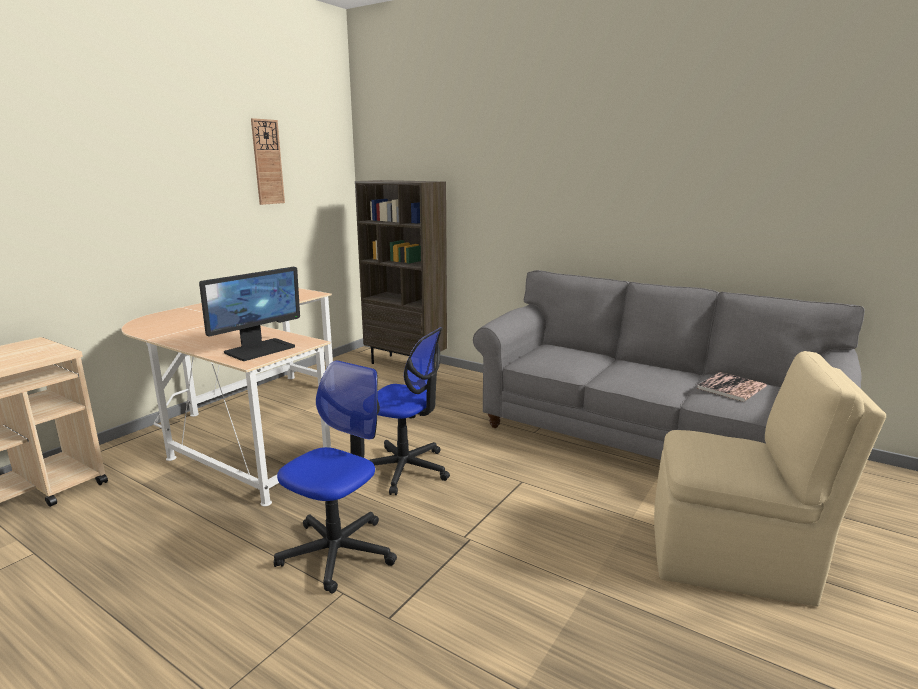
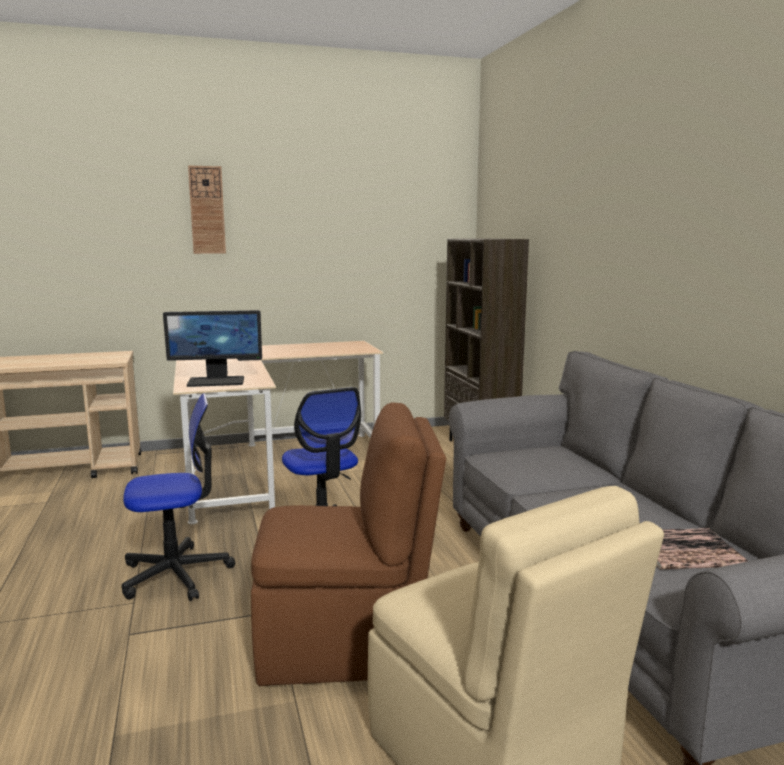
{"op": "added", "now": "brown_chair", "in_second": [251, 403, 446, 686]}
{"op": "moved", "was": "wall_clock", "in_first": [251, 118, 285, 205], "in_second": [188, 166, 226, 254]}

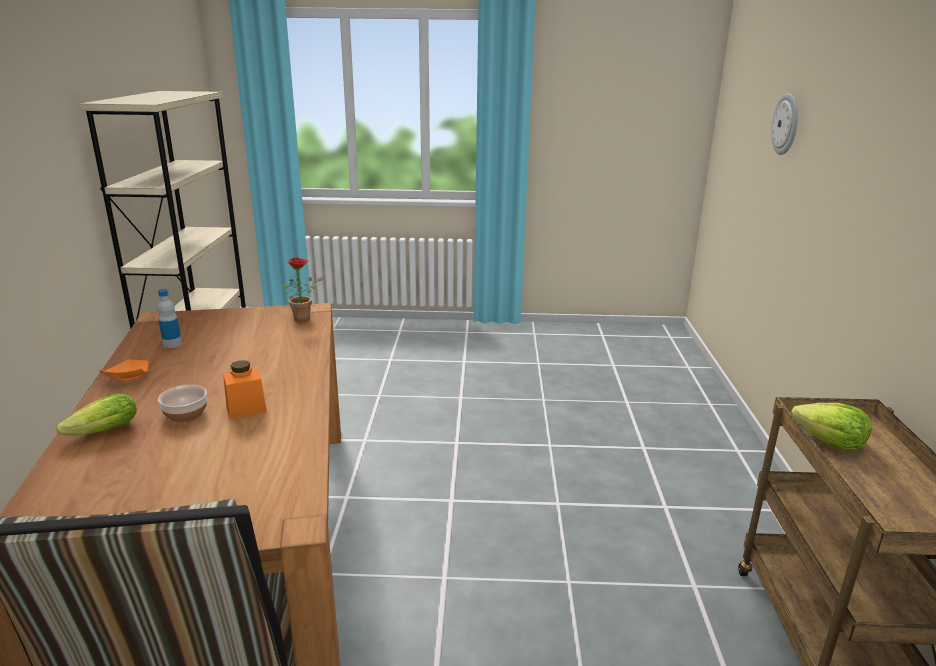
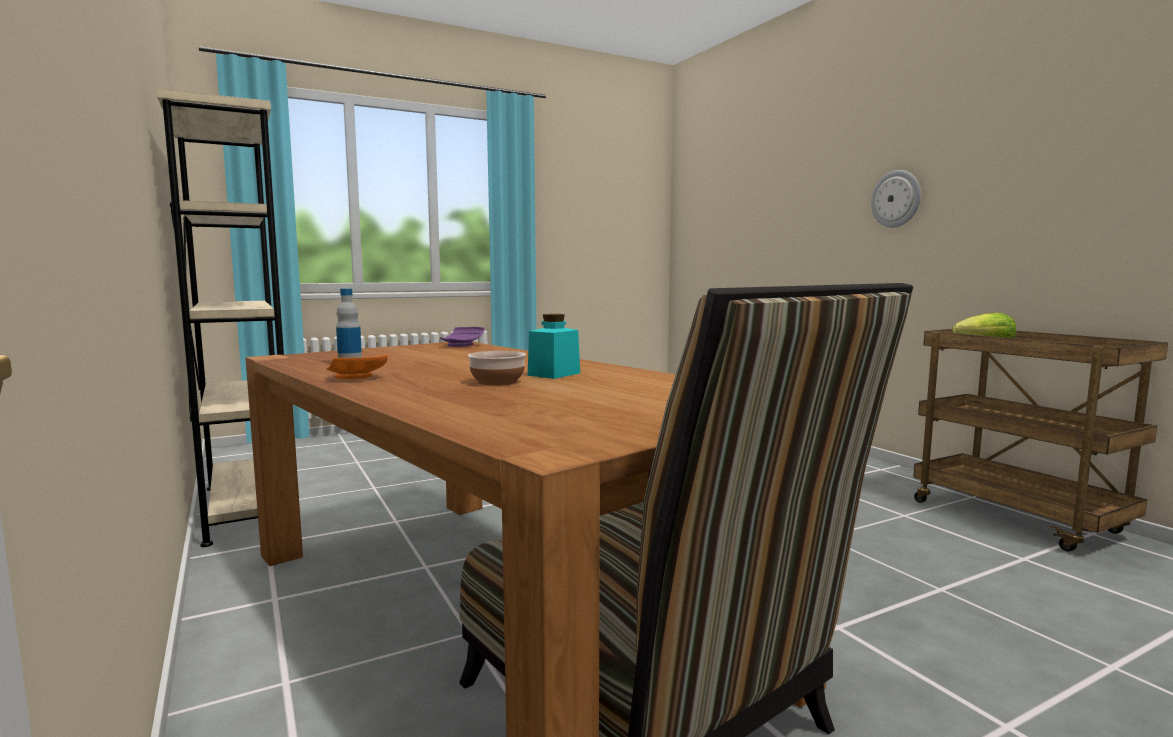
{"op": "removed", "was": "lettuce", "in_first": [56, 394, 137, 435]}
{"op": "moved", "was": "wall_clock", "in_first": [771, 93, 798, 155], "in_second": [871, 170, 921, 227]}
{"op": "replaced", "was": "potted_plant", "now": "purple_plate", "in_first": [283, 257, 325, 321], "in_second": [440, 327, 485, 347]}
{"op": "recoloured", "was": "orange_jar", "now": "turquoise_jar", "in_first": [223, 360, 267, 419], "in_second": [528, 314, 580, 379]}

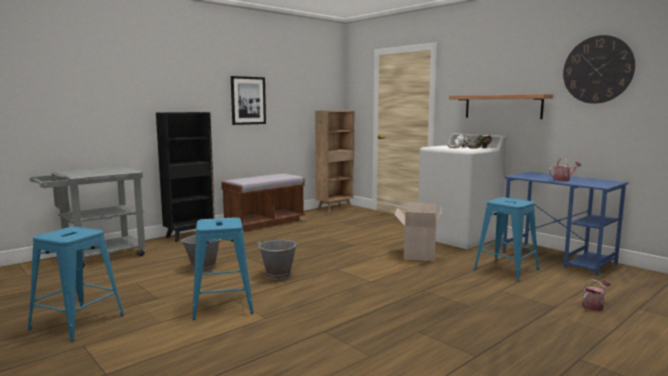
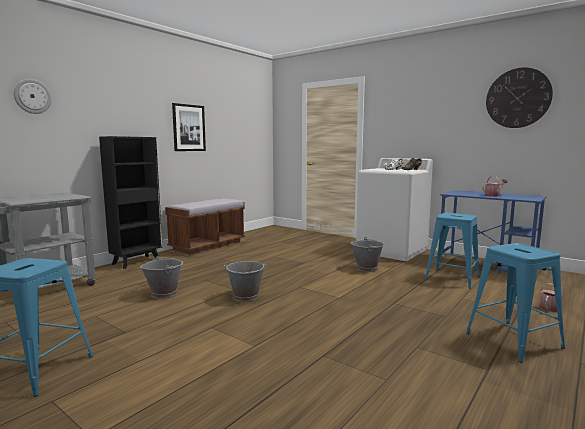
{"op": "removed", "was": "brown_bookcase", "in_first": [315, 110, 354, 212]}
{"op": "removed", "was": "shelf", "in_first": [449, 94, 553, 119]}
{"op": "added", "now": "wall_clock", "in_second": [14, 79, 52, 114]}
{"op": "moved", "was": "blue_stool", "in_first": [192, 217, 254, 320], "in_second": [466, 243, 565, 363]}
{"op": "replaced", "was": "cardboard_box", "now": "grey_bucket", "in_first": [395, 202, 442, 261], "in_second": [350, 237, 385, 272]}

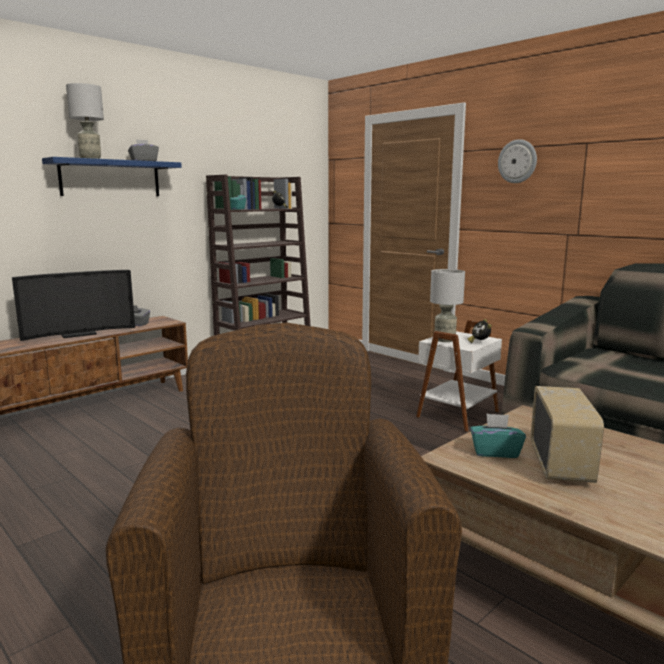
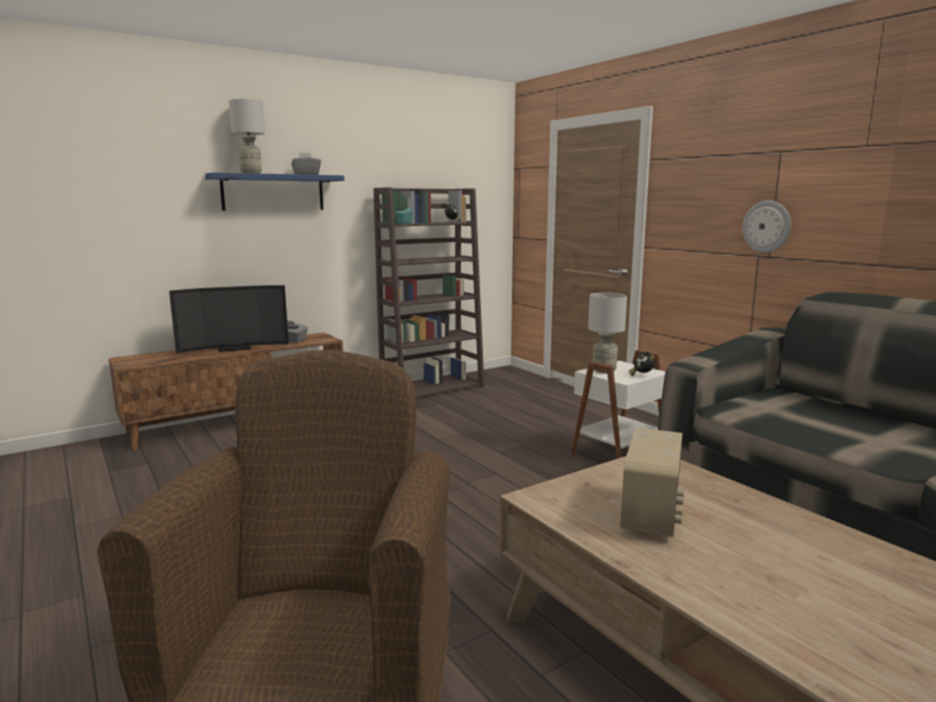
{"op": "removed", "was": "turquoise_tissue_box", "in_first": [470, 413, 526, 458]}
{"op": "moved", "was": "wall_clock", "in_first": [498, 139, 537, 183], "in_second": [742, 200, 791, 253]}

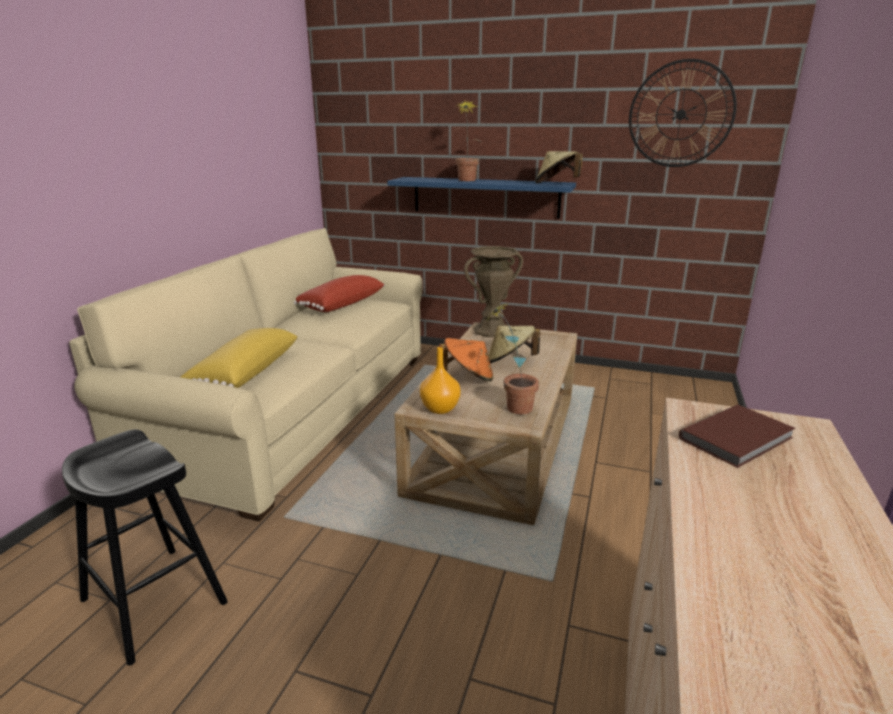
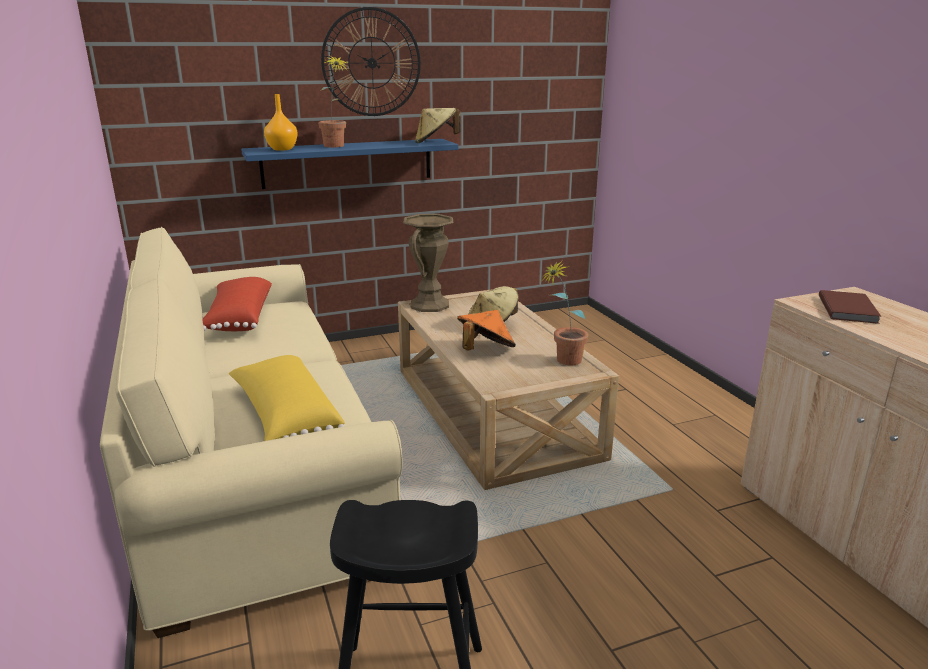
{"op": "moved", "was": "orange_vase", "in_first": [420, 347, 461, 414], "in_second": [264, 94, 298, 151]}
{"op": "moved", "was": "wall_clock", "in_first": [629, 59, 737, 167], "in_second": [321, 7, 421, 116]}

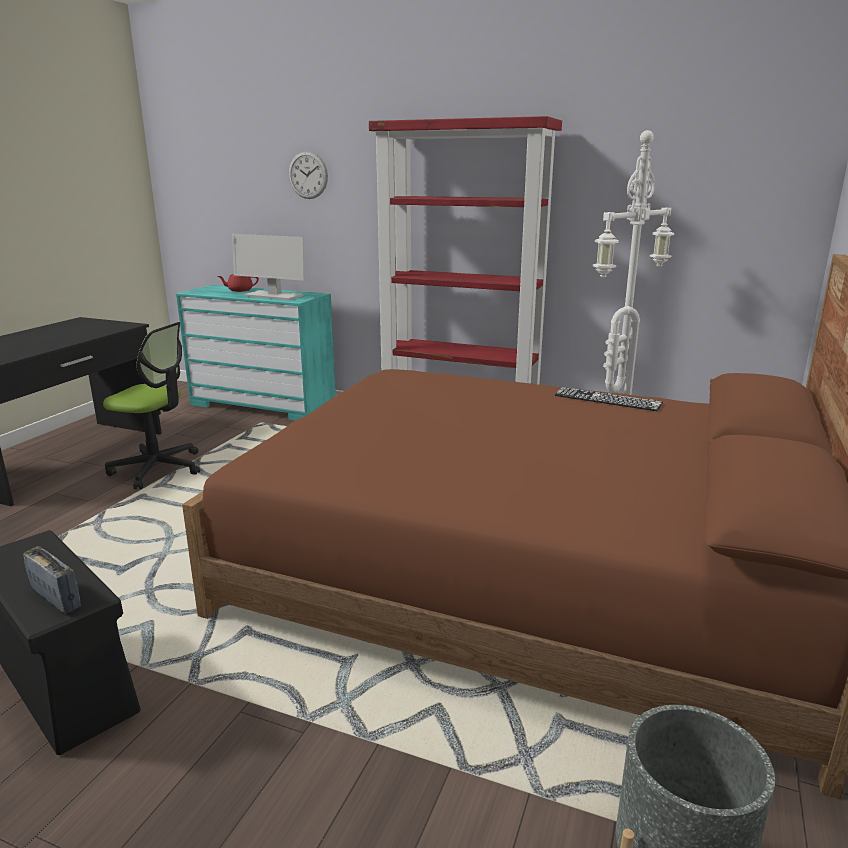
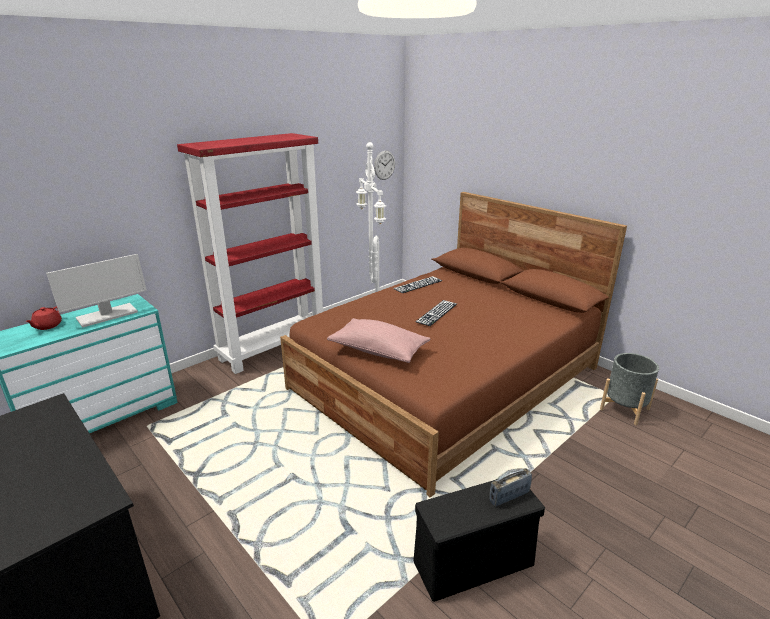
{"op": "removed", "was": "office_chair", "in_first": [103, 322, 200, 489]}
{"op": "added", "now": "pink_pillow", "in_second": [327, 318, 431, 363]}
{"op": "added", "now": "keyboard", "in_second": [415, 300, 457, 326]}
{"op": "moved", "was": "wall_clock", "in_first": [289, 151, 328, 199], "in_second": [374, 151, 395, 180]}

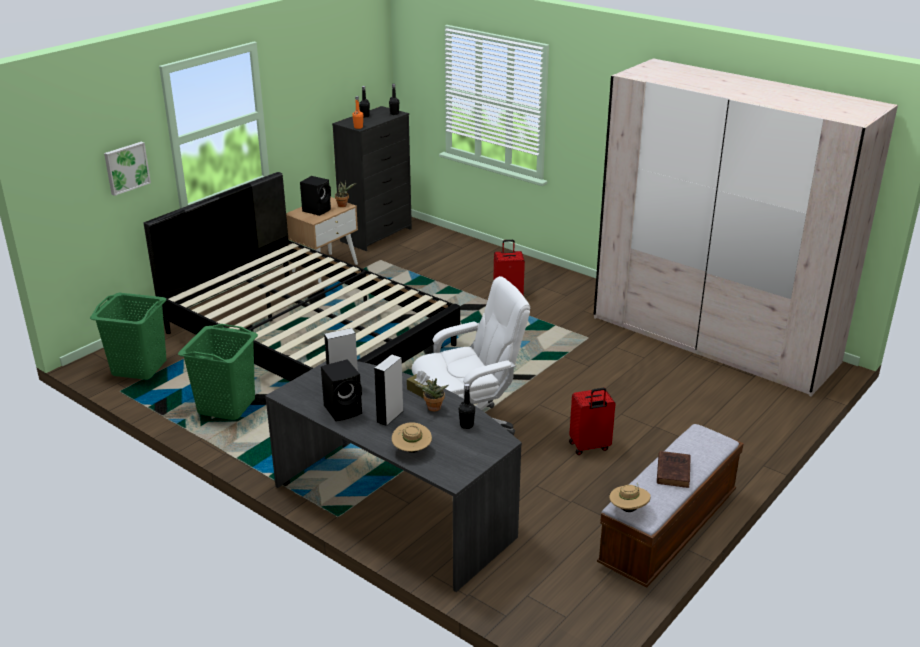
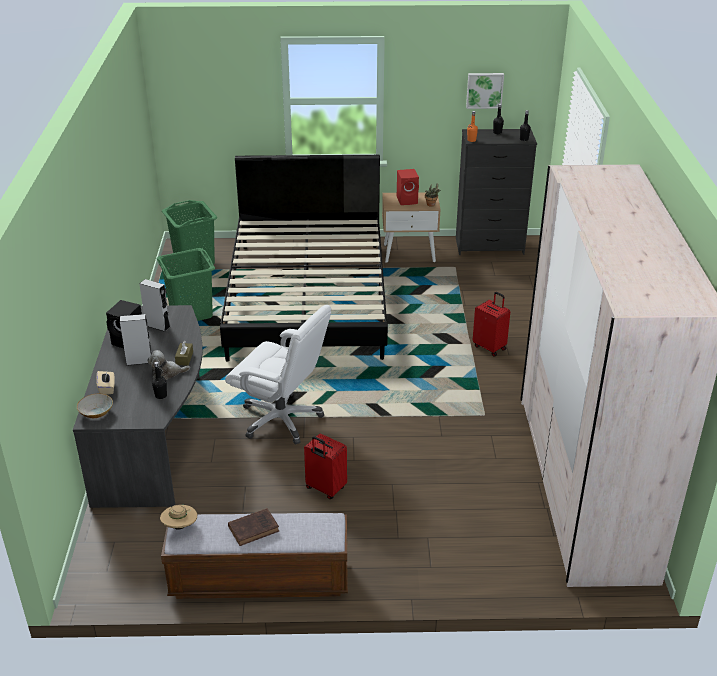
{"op": "added", "now": "bowl", "in_second": [77, 394, 113, 418]}
{"op": "moved", "was": "picture", "in_first": [104, 142, 151, 196], "in_second": [466, 73, 504, 109]}
{"op": "replaced", "was": "beige_hat", "now": "beige_tissue_box", "in_first": [392, 422, 432, 453], "in_second": [96, 371, 115, 395]}
{"op": "replaced", "was": "potted_plant", "now": "plush_toy", "in_first": [415, 378, 449, 412], "in_second": [147, 350, 190, 380]}
{"op": "recoloured", "was": "black_speaker", "now": "red_speaker", "in_first": [300, 176, 331, 216], "in_second": [397, 169, 419, 205]}

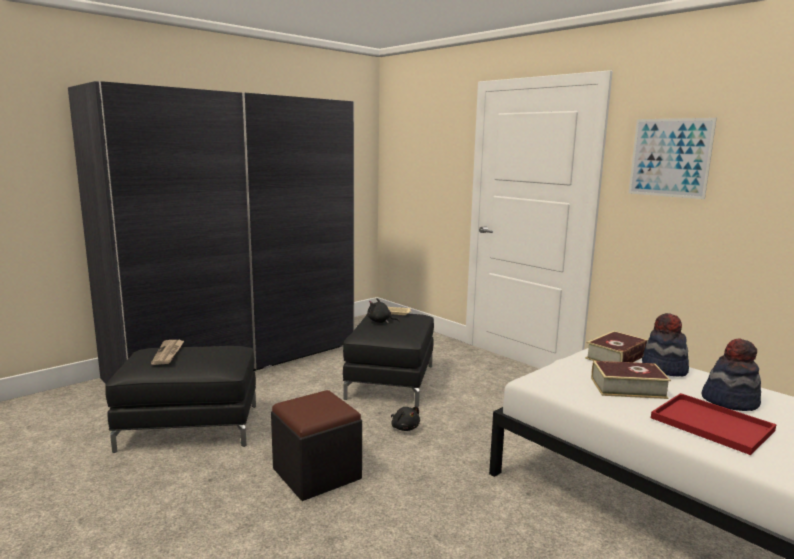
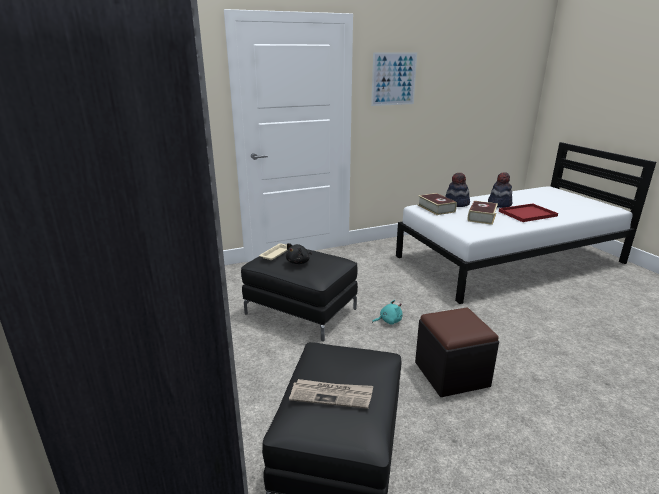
{"op": "recoloured", "was": "black_plush_toy", "now": "turquoise_plush_toy", "in_first": [391, 407, 420, 431], "in_second": [372, 300, 403, 325]}

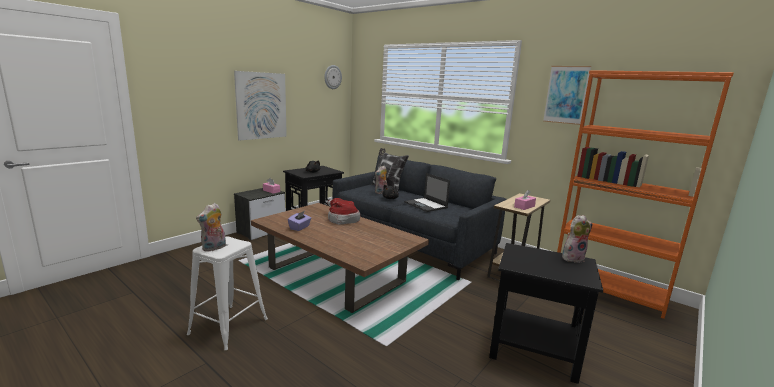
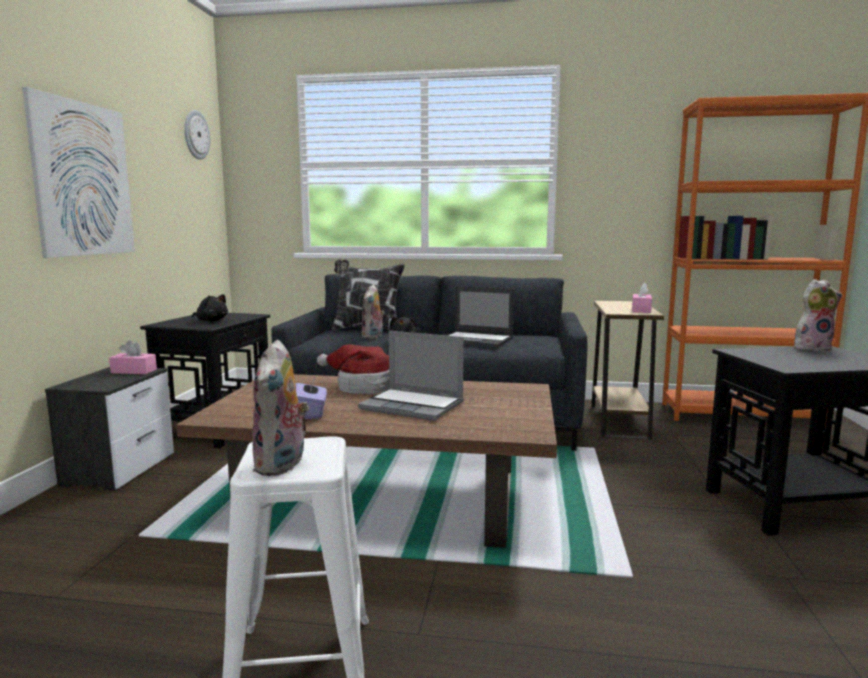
{"op": "removed", "was": "picture", "in_first": [543, 66, 591, 125]}
{"op": "added", "now": "laptop", "in_second": [358, 331, 464, 421]}
{"op": "turned", "was": "plush_toy", "in_first": [562, 215, 593, 263], "in_second": [794, 279, 842, 351], "clockwise": 45}

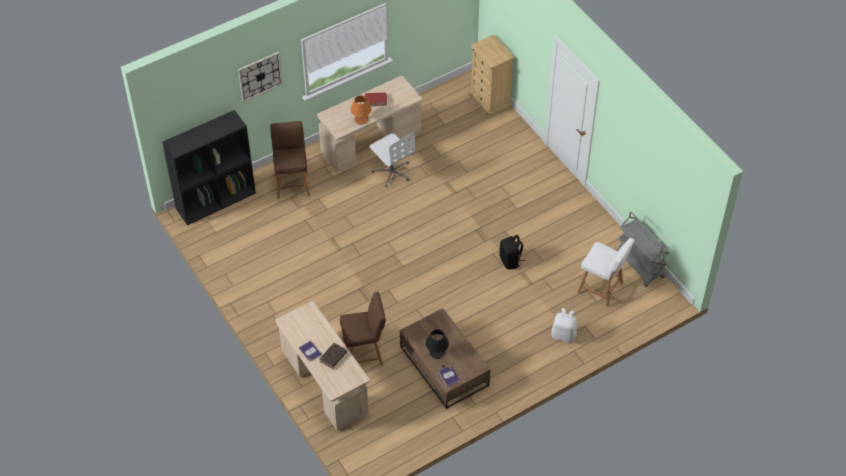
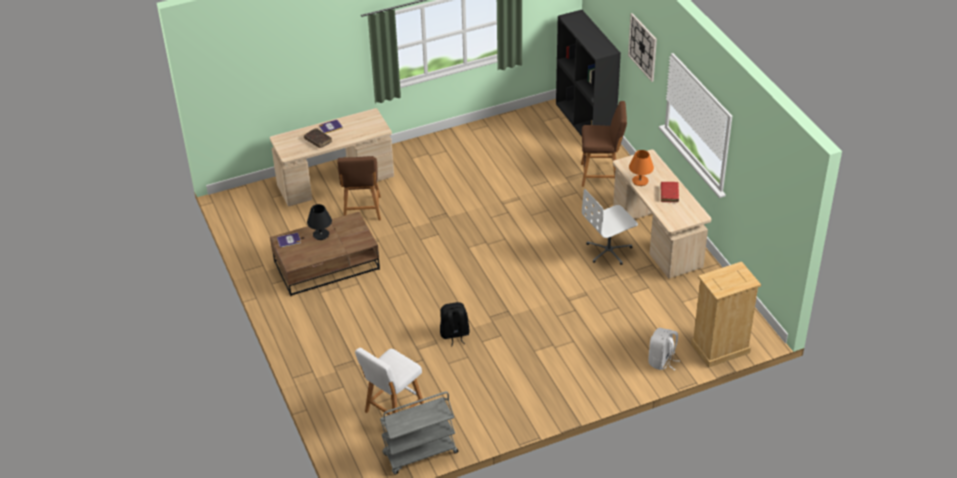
{"op": "moved", "was": "white_backpack", "in_first": [551, 308, 577, 343], "in_second": [648, 328, 680, 370]}

